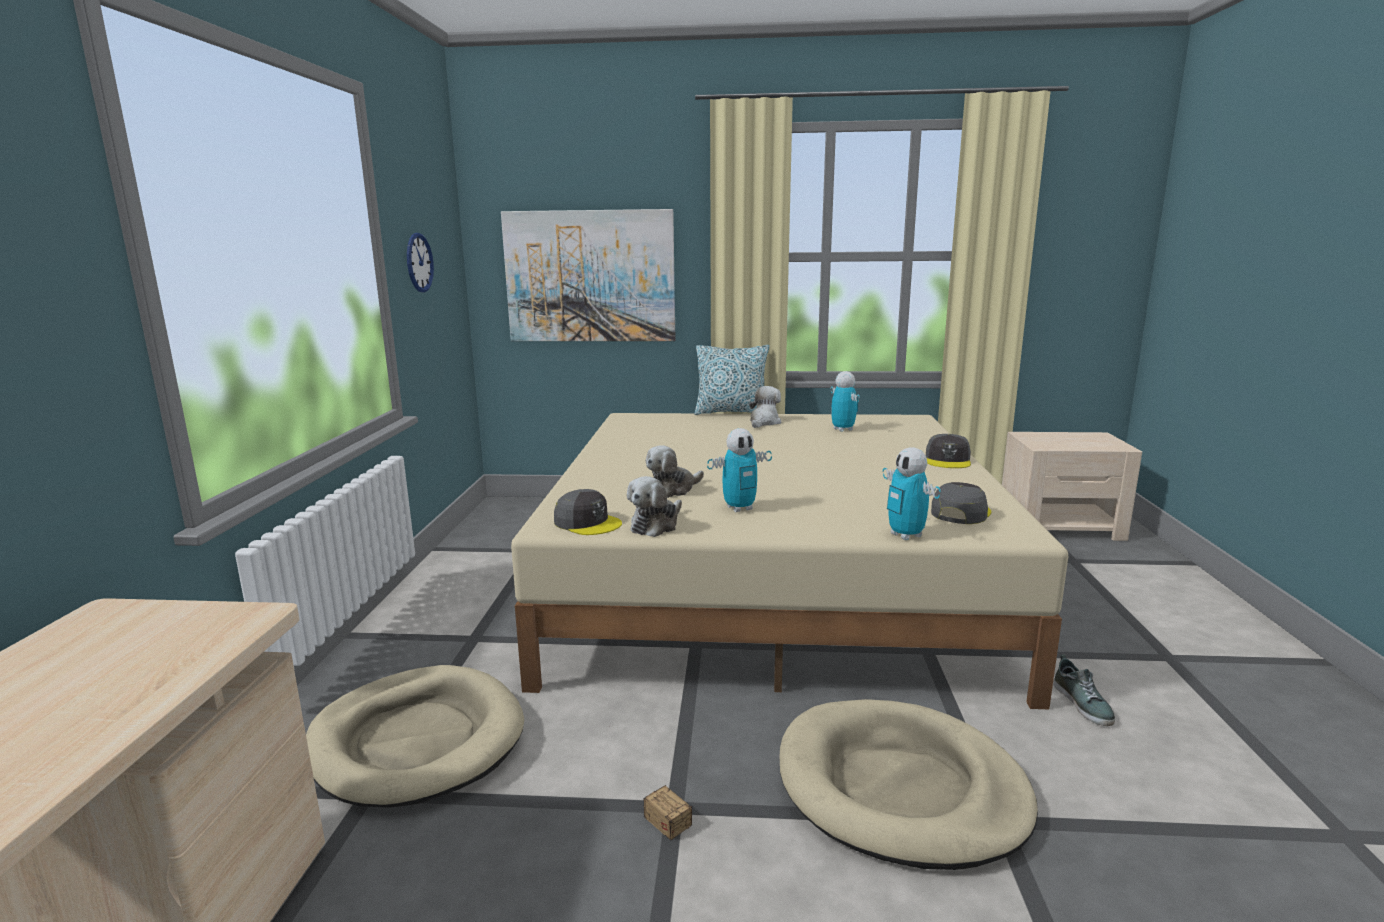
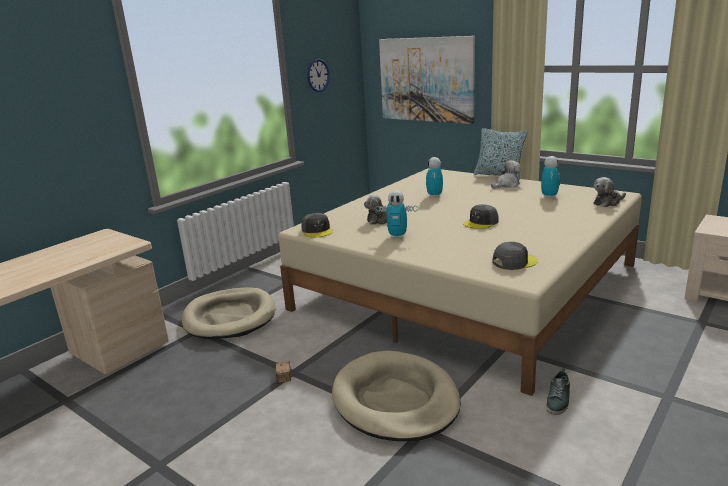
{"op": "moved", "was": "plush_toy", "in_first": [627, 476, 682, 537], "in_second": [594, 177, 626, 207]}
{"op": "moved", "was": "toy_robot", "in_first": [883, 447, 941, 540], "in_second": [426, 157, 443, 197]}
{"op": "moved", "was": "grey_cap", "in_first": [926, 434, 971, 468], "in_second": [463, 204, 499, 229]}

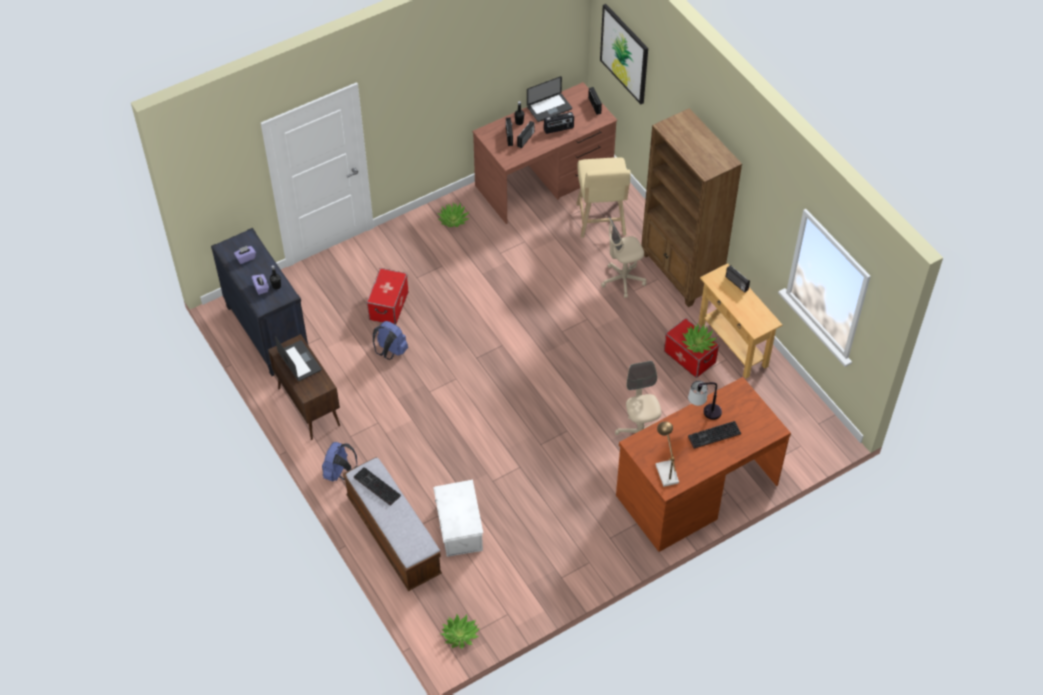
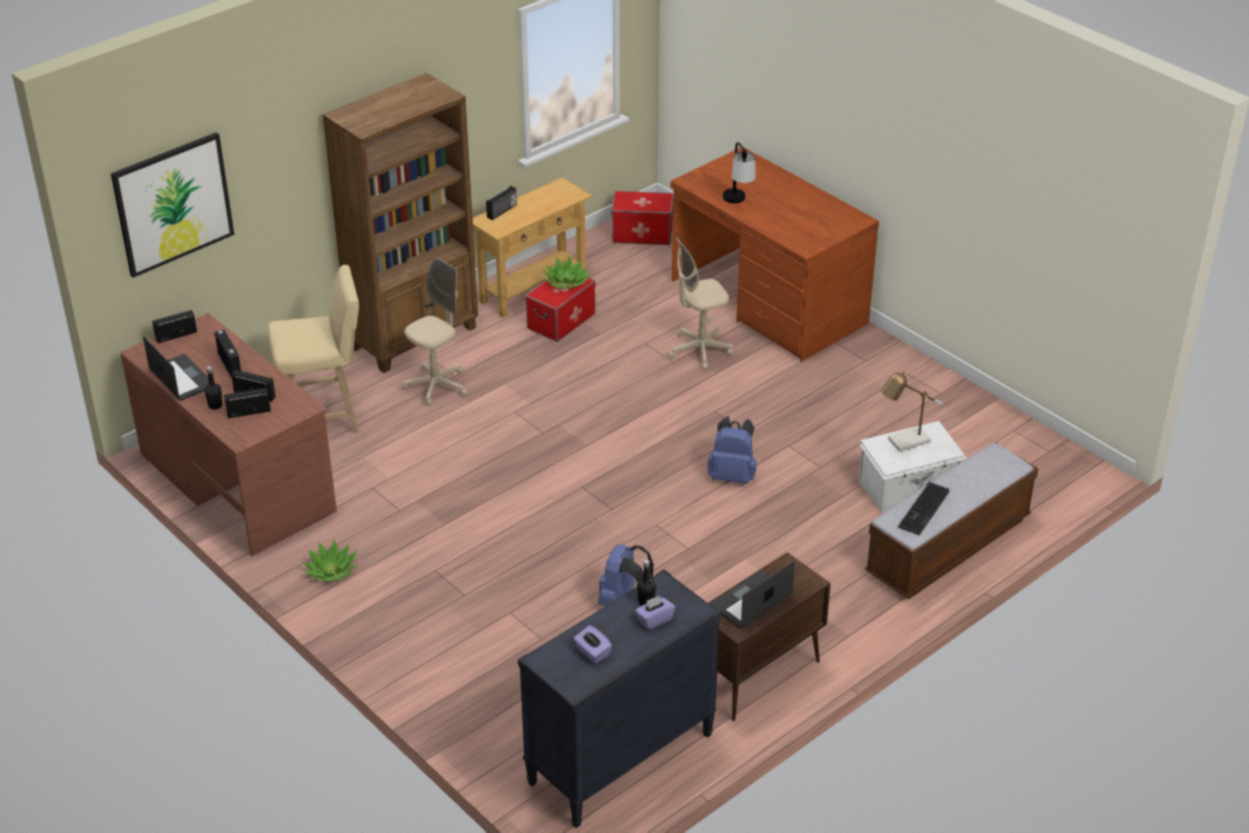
{"op": "removed", "was": "potted_plant", "in_first": [441, 614, 480, 649]}
{"op": "removed", "was": "keyboard", "in_first": [688, 421, 741, 449]}
{"op": "moved", "was": "blue_backpack", "in_first": [322, 442, 357, 482], "in_second": [708, 416, 757, 484]}
{"op": "moved", "was": "storage_box", "in_first": [367, 268, 408, 325], "in_second": [611, 191, 673, 245]}
{"op": "moved", "was": "table_lamp", "in_first": [656, 422, 679, 487], "in_second": [881, 371, 942, 452]}
{"op": "turned", "was": "beige_office_chair", "in_first": [601, 217, 646, 298], "in_second": [402, 258, 467, 406], "clockwise": -105}

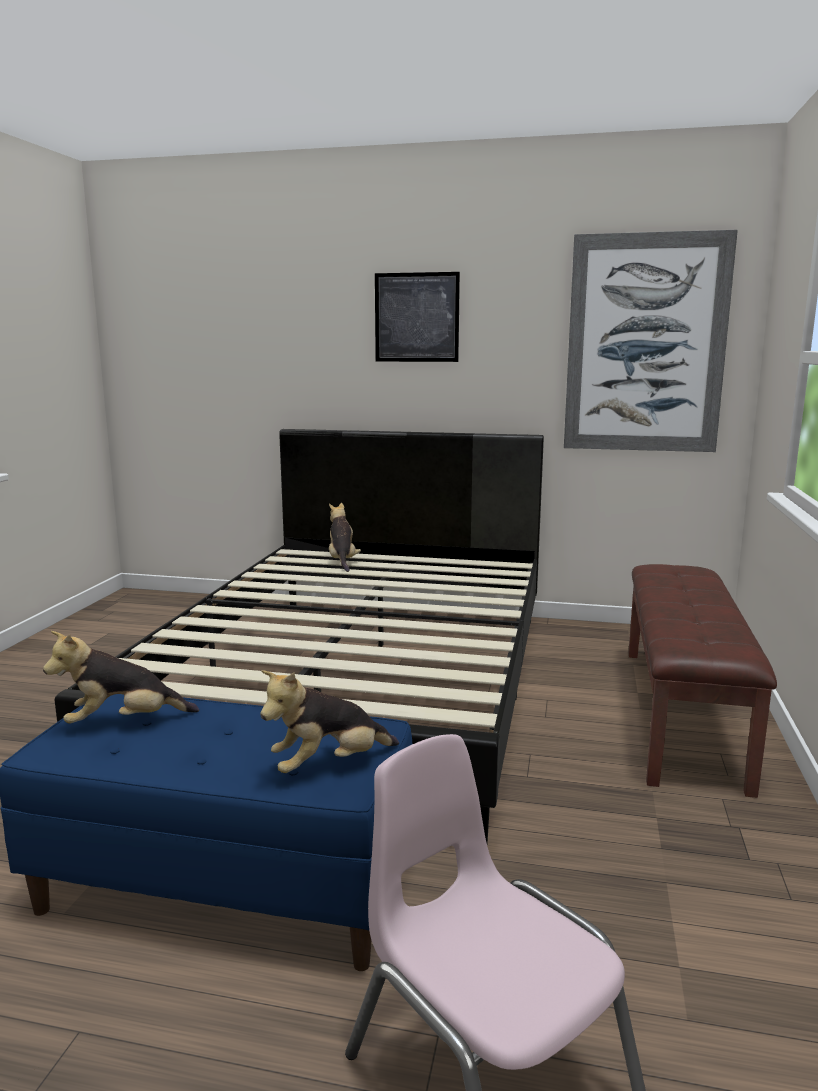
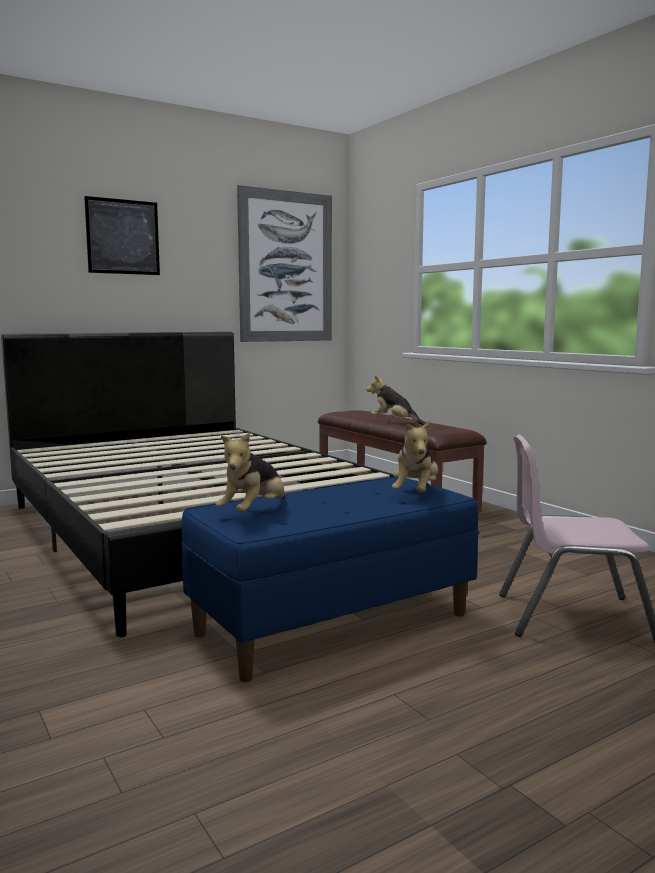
{"op": "moved", "was": "plush_toy", "in_first": [329, 503, 361, 572], "in_second": [367, 375, 425, 425]}

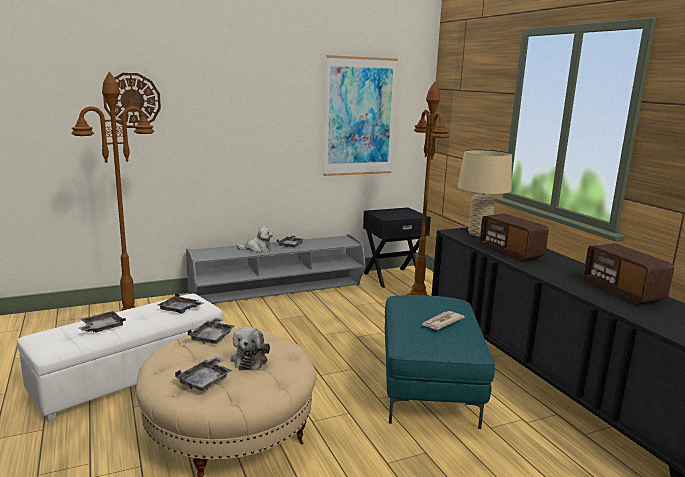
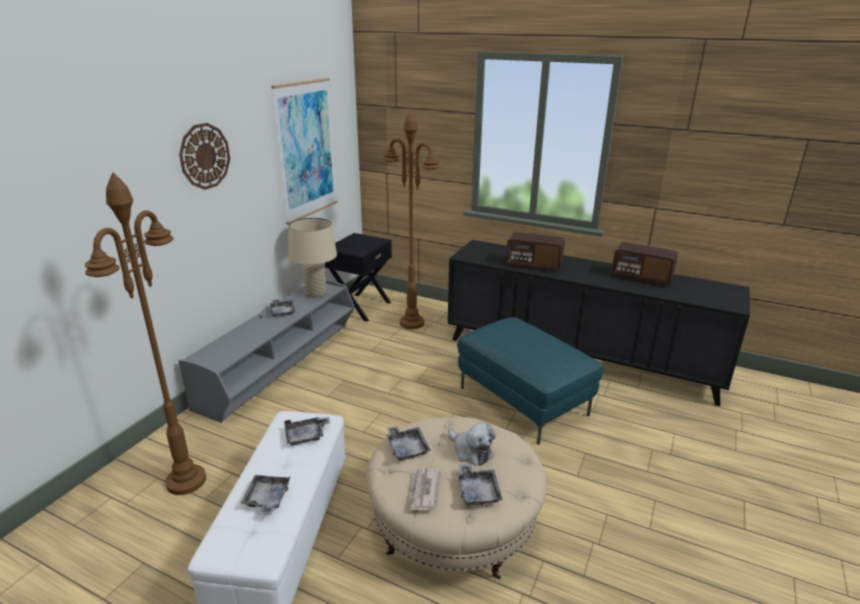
{"op": "removed", "was": "plush_toy", "in_first": [237, 226, 273, 253]}
{"op": "moved", "was": "wall_clock", "in_first": [103, 73, 161, 128], "in_second": [179, 123, 230, 190]}
{"op": "moved", "was": "newspaper", "in_first": [422, 311, 465, 330], "in_second": [409, 468, 441, 511]}
{"op": "moved", "was": "beige_table_lamp", "in_first": [457, 149, 512, 236], "in_second": [289, 218, 337, 298]}

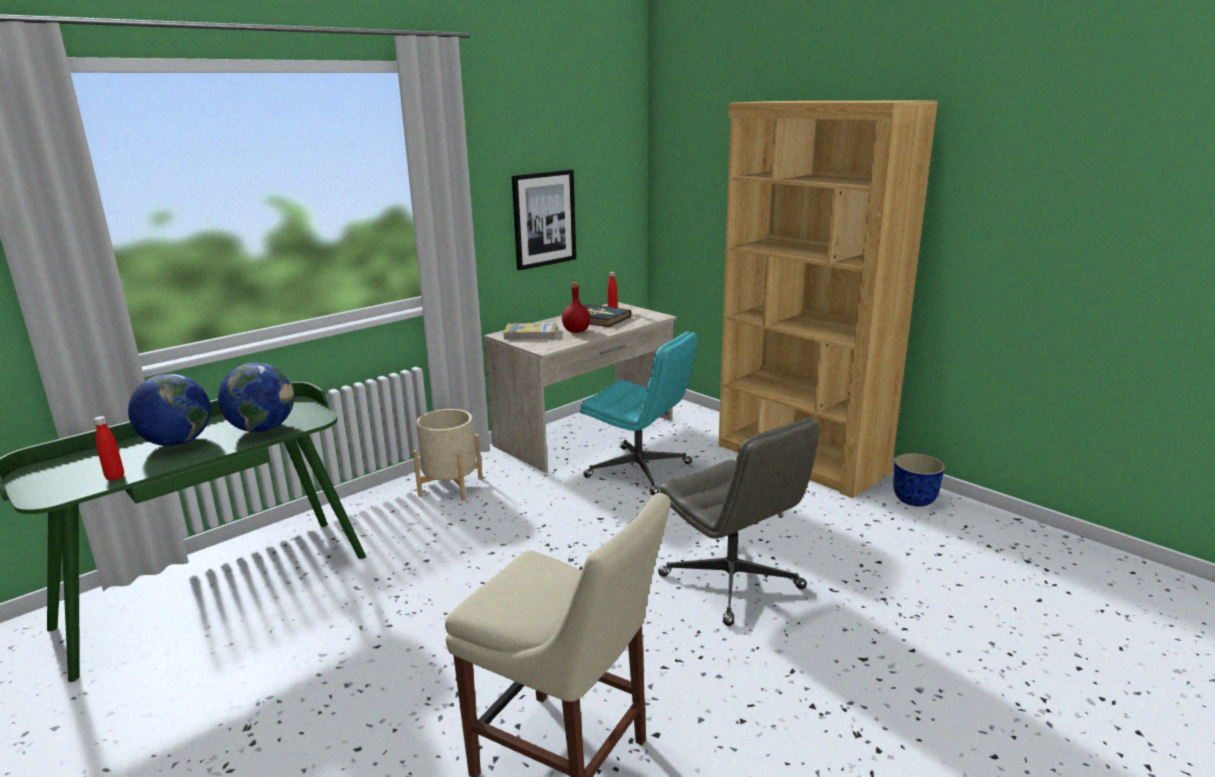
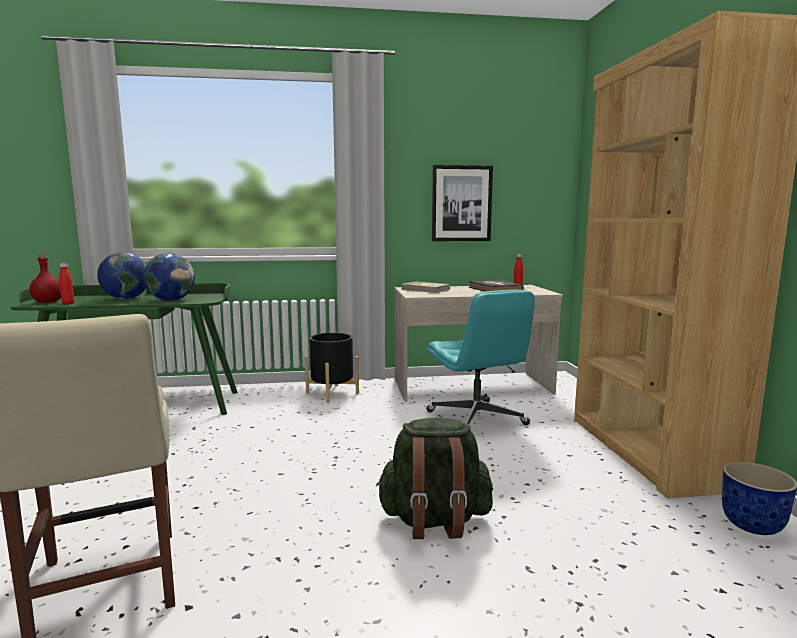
{"op": "moved", "was": "red_bottle", "in_first": [562, 282, 591, 333], "in_second": [29, 254, 61, 303]}
{"op": "replaced", "was": "grey_office_chair", "now": "green_backpack", "in_first": [658, 418, 820, 626], "in_second": [376, 418, 493, 539]}
{"op": "recoloured", "was": "beige_planter", "now": "black_planter", "in_first": [413, 409, 483, 501], "in_second": [305, 333, 359, 403]}

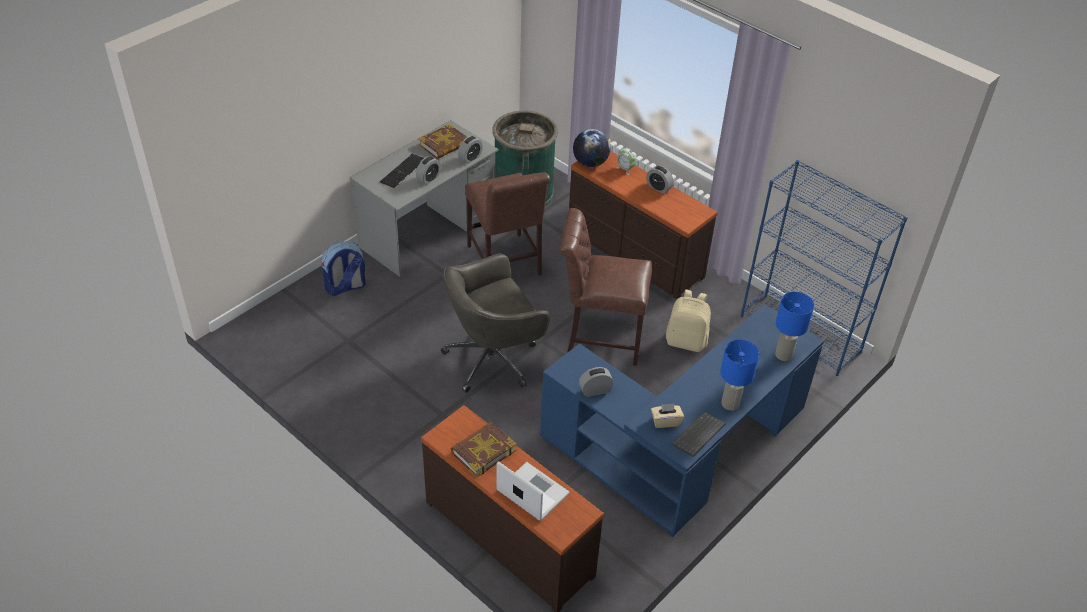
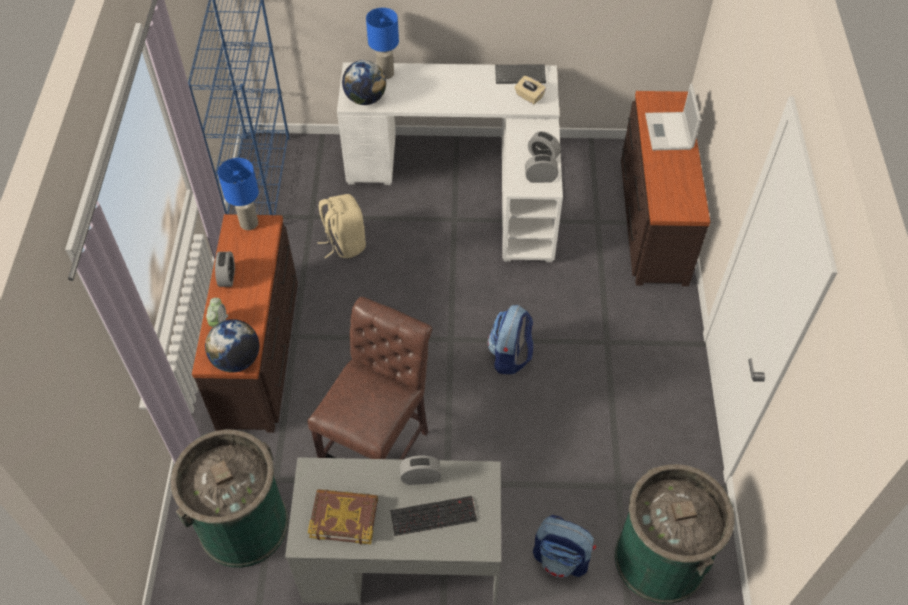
{"op": "removed", "was": "book", "in_first": [451, 422, 516, 478]}
{"op": "removed", "was": "brown_chair", "in_first": [560, 208, 652, 366]}
{"op": "added", "now": "globe", "in_second": [342, 60, 386, 105]}
{"op": "added", "now": "green_trash_can", "in_second": [615, 464, 735, 604]}
{"op": "moved", "was": "alarm_clock", "in_first": [458, 136, 483, 164], "in_second": [525, 154, 558, 183]}
{"op": "moved", "was": "blue_table_lamp", "in_first": [720, 339, 760, 411], "in_second": [218, 158, 259, 230]}
{"op": "replaced", "was": "grey_office_chair", "now": "backpack", "in_first": [441, 254, 549, 393], "in_second": [488, 305, 533, 374]}
{"op": "recoloured", "was": "blue_desk", "now": "white_desk", "in_first": [540, 304, 824, 537], "in_second": [337, 62, 563, 262]}

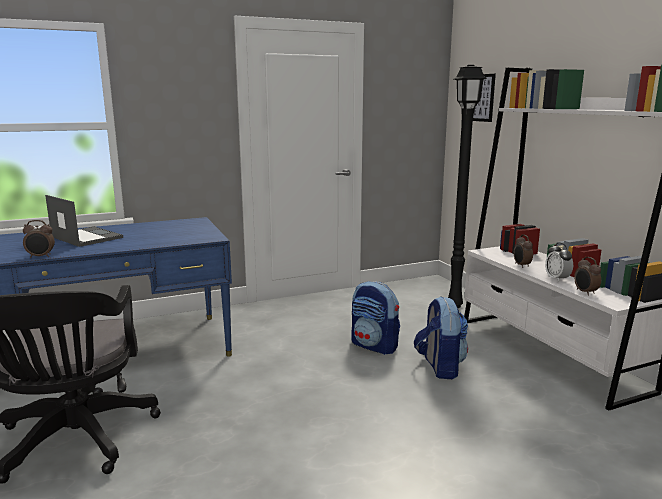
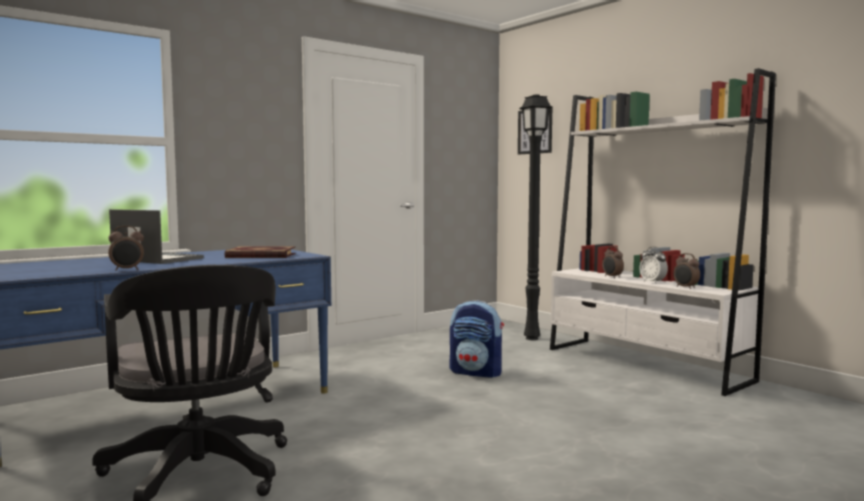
{"op": "removed", "was": "backpack", "in_first": [414, 296, 468, 379]}
{"op": "added", "now": "book", "in_second": [225, 246, 296, 258]}

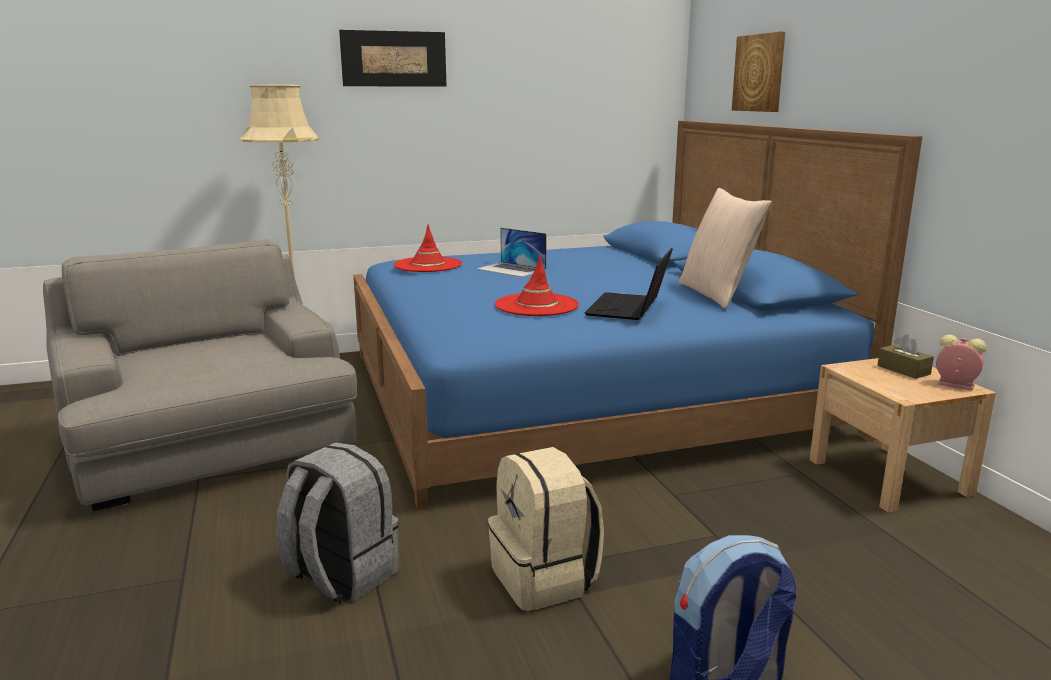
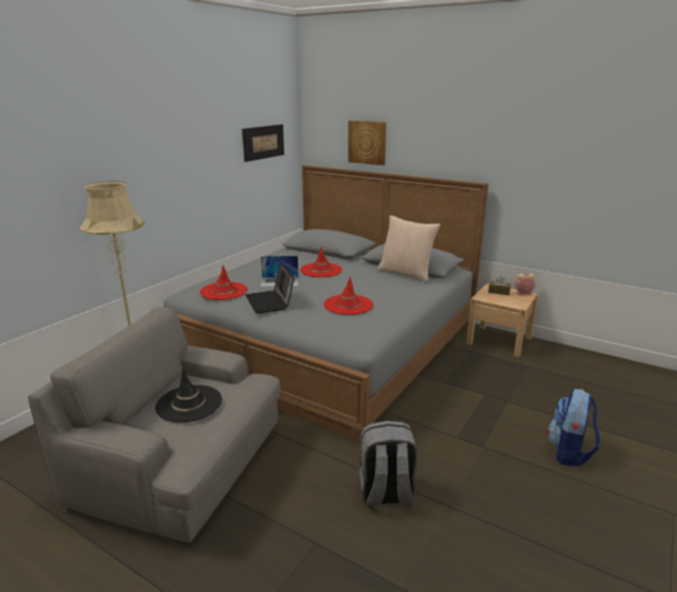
{"op": "removed", "was": "beige_backpack", "in_first": [488, 447, 604, 611]}
{"op": "added", "now": "black_hat", "in_second": [155, 369, 222, 423]}
{"op": "added", "now": "red_hat", "in_second": [300, 247, 342, 277]}
{"op": "moved", "was": "picture", "in_first": [339, 30, 447, 87], "in_second": [242, 124, 284, 162]}
{"op": "moved", "was": "laptop", "in_first": [584, 248, 673, 320], "in_second": [245, 262, 294, 314]}
{"op": "recoloured", "was": "blue_bed", "now": "grey_bed", "in_first": [353, 121, 923, 510], "in_second": [152, 165, 489, 442]}

